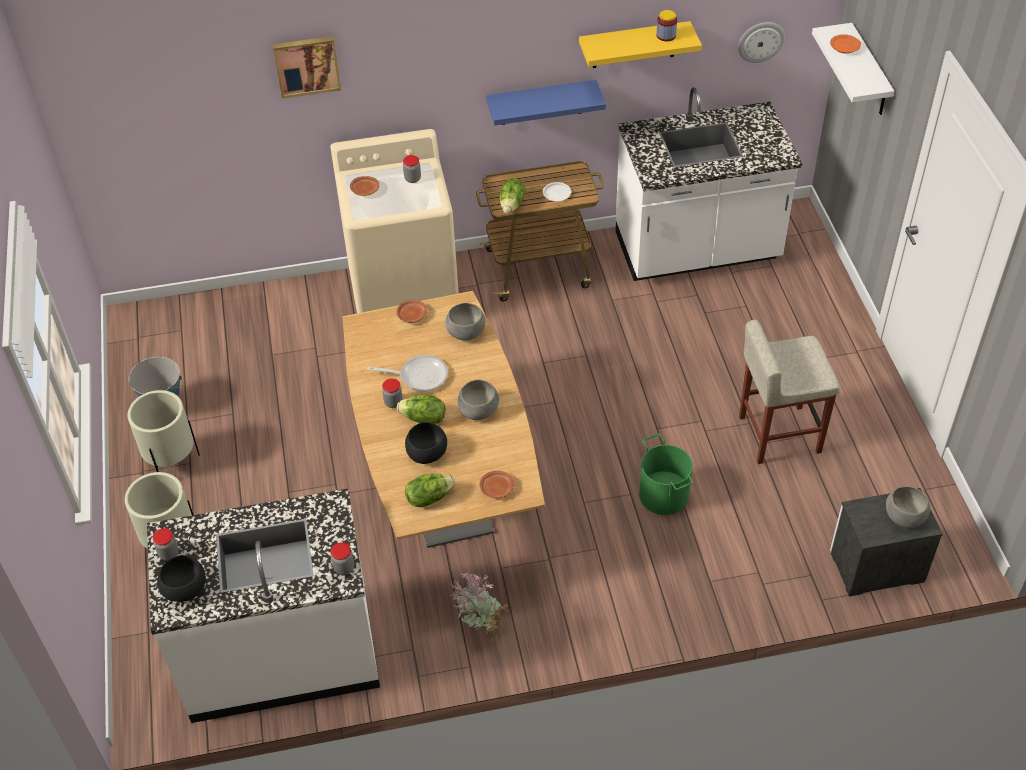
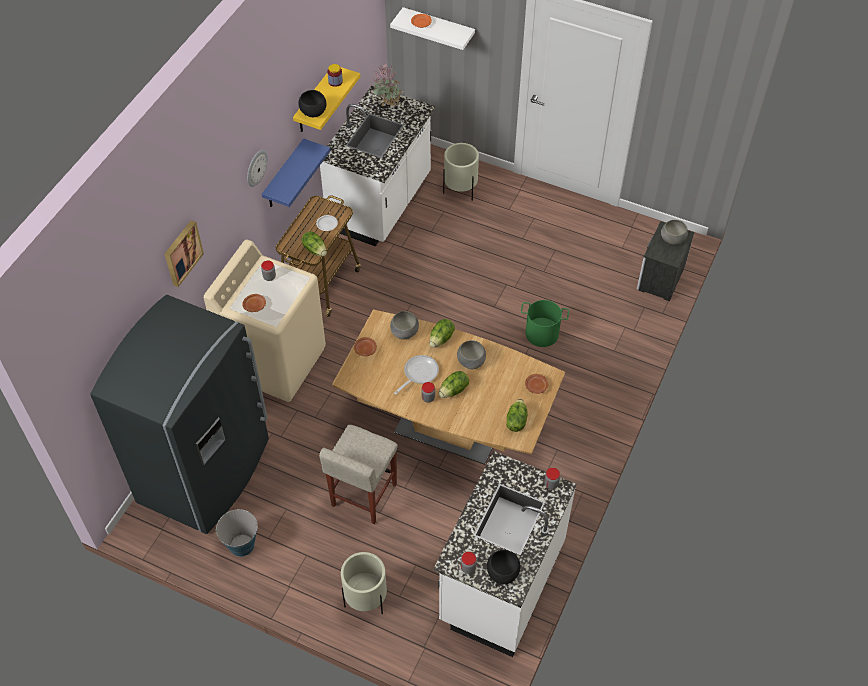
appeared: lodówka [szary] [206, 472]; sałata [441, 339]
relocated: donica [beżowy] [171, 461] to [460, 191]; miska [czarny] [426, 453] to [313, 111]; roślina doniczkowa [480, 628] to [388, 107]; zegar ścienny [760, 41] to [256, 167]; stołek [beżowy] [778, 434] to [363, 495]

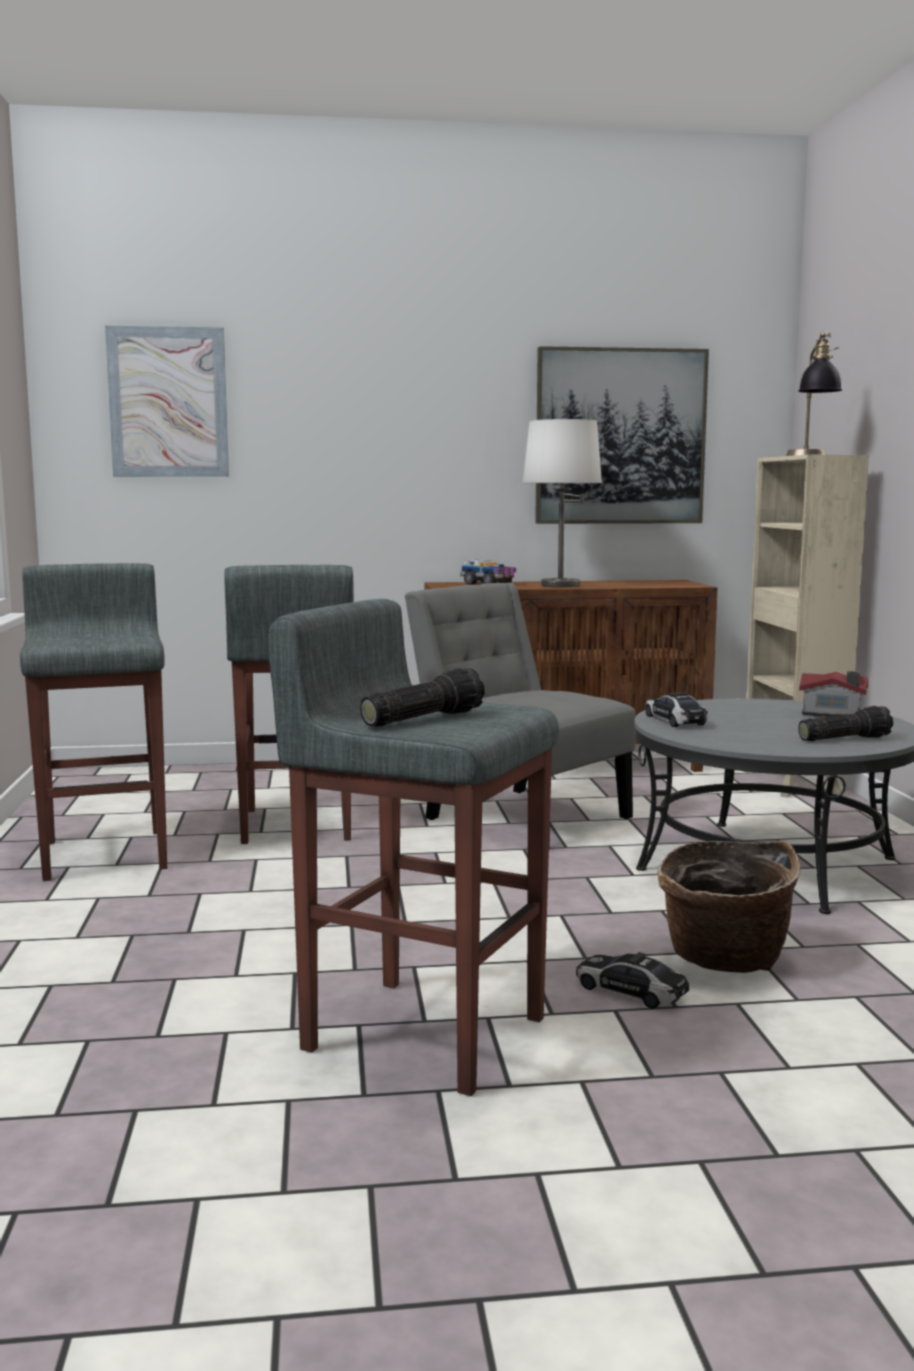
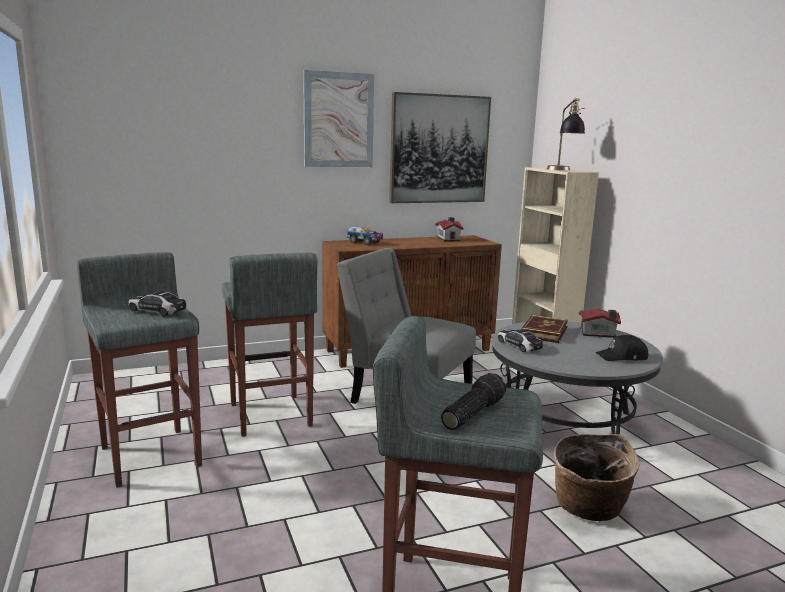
missing: lampa stołowa [biały] [560, 585]
appeared: domek [448, 239]; książka [544, 332]
relocated: obraz [168, 402] to [338, 120]; samochodzik [631, 991] to [157, 311]
exchanged: latarka [843, 738] to czapka z daszkiem [czarny] [622, 357]

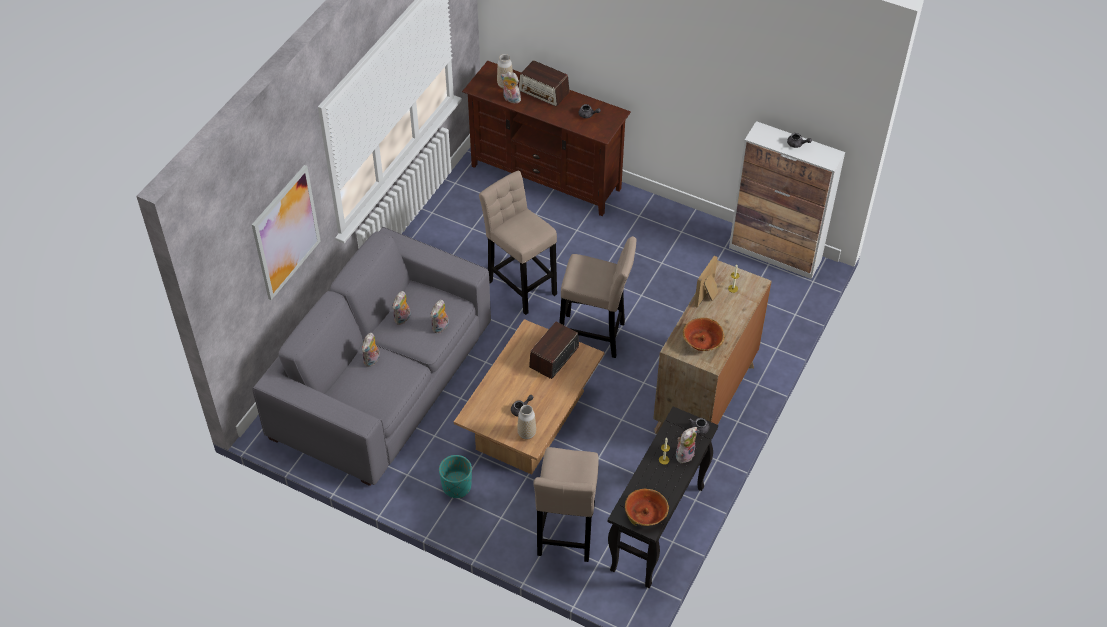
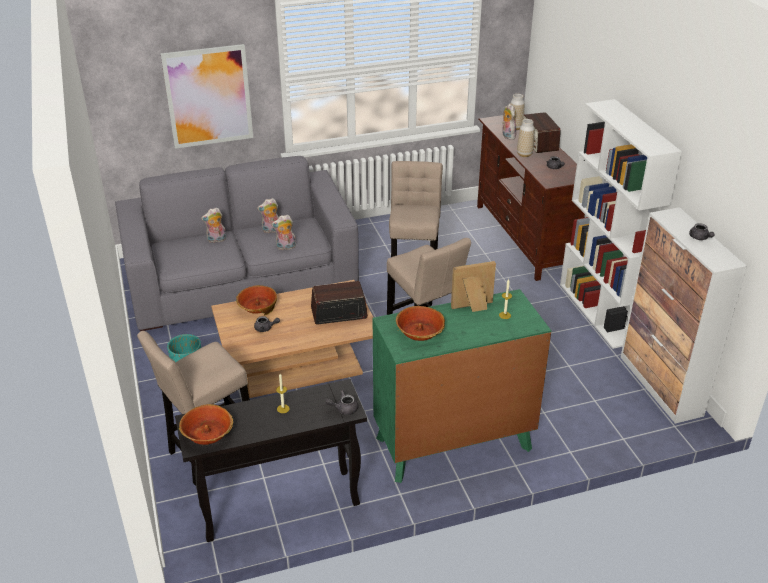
missing: pluszak [684, 454]
appeared: miska [257, 307]; regał [biały] [599, 312]
relocated: wazon [526, 434] to [524, 154]
colour: komoda [brązowy] [705, 398] to komoda [zielony] [453, 443]

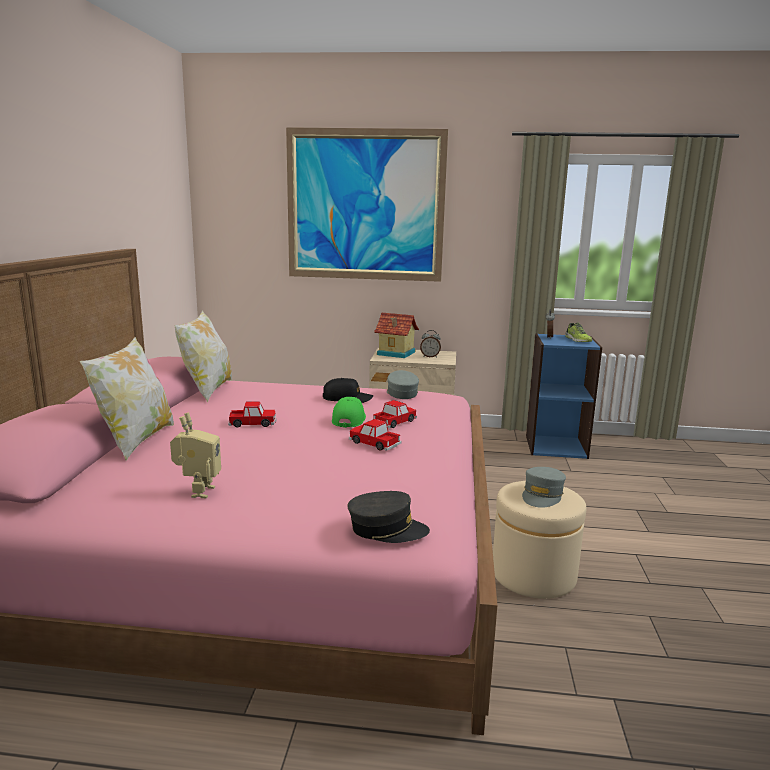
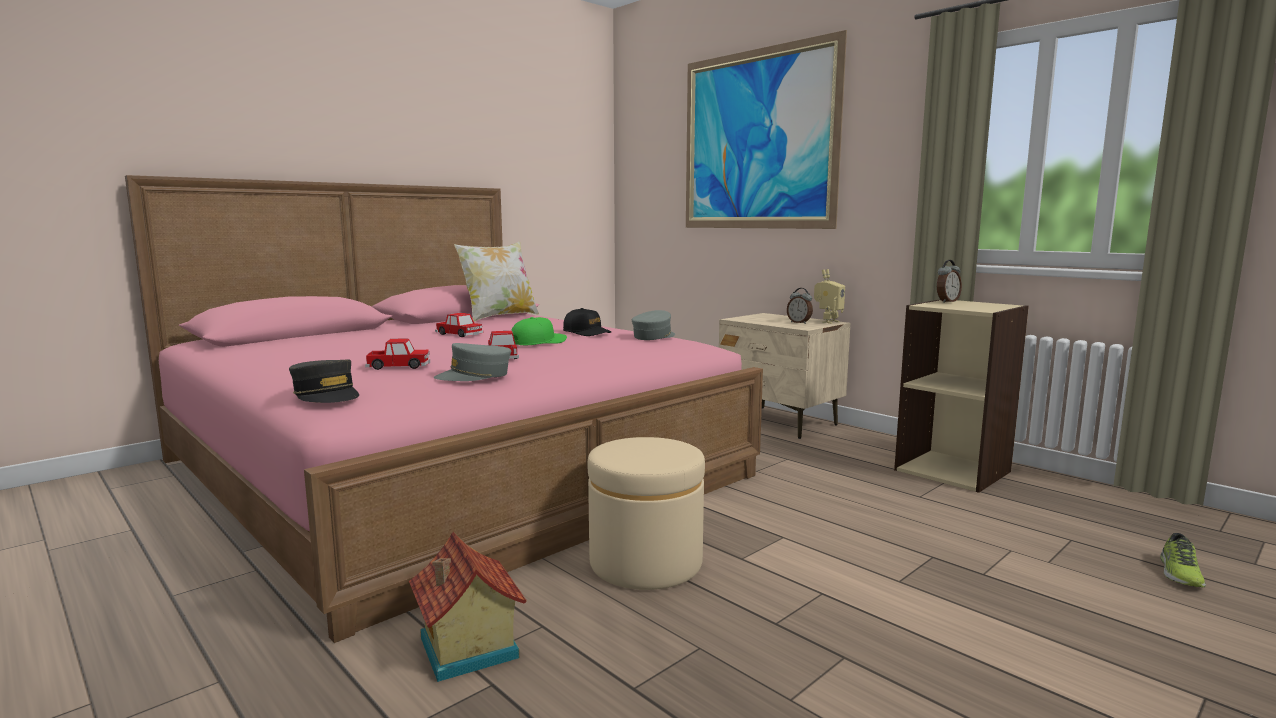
missing: poduszka [136, 441]
relocated: robot zabawkowy [198, 492] to [827, 322]; samochodzik [395, 422] to [399, 366]; domek [396, 353] to [466, 649]; czapka z daszkiem [szary] [542, 495] to [475, 376]; but [577, 340] to [1179, 573]
colour: regał [niebieski] [556, 446] to regał [beżowy] [953, 470]

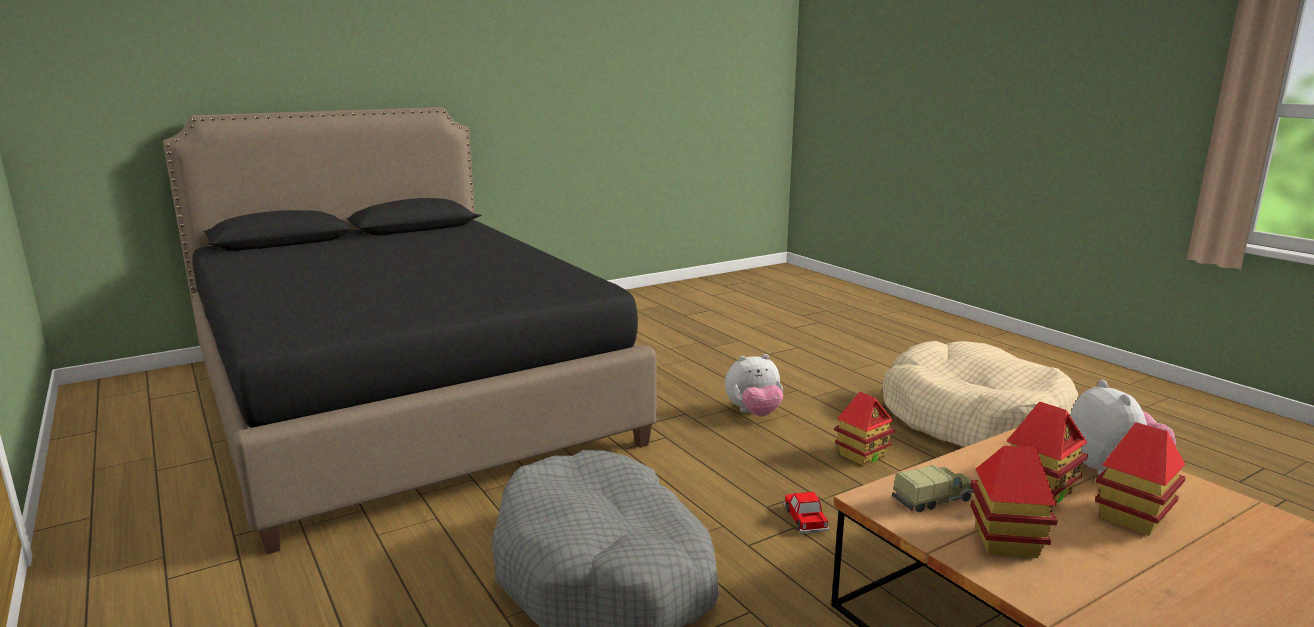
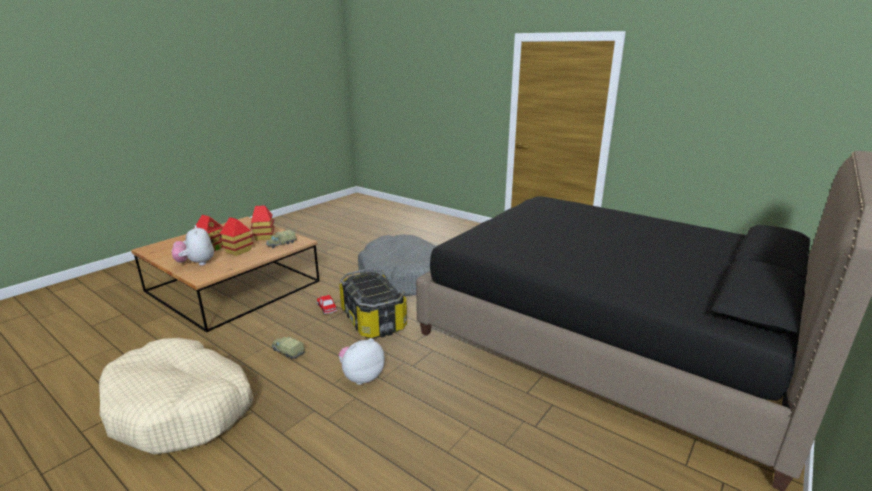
appeared: pojemnik do przechowywania [374, 320]
exchanged: domek [862, 455] to ciężarówka zabawkowa [288, 352]

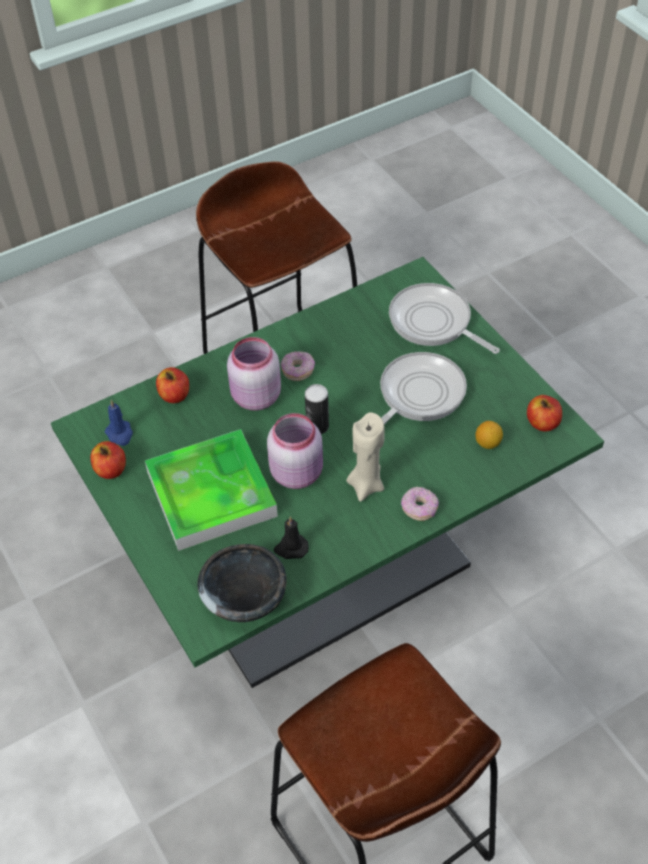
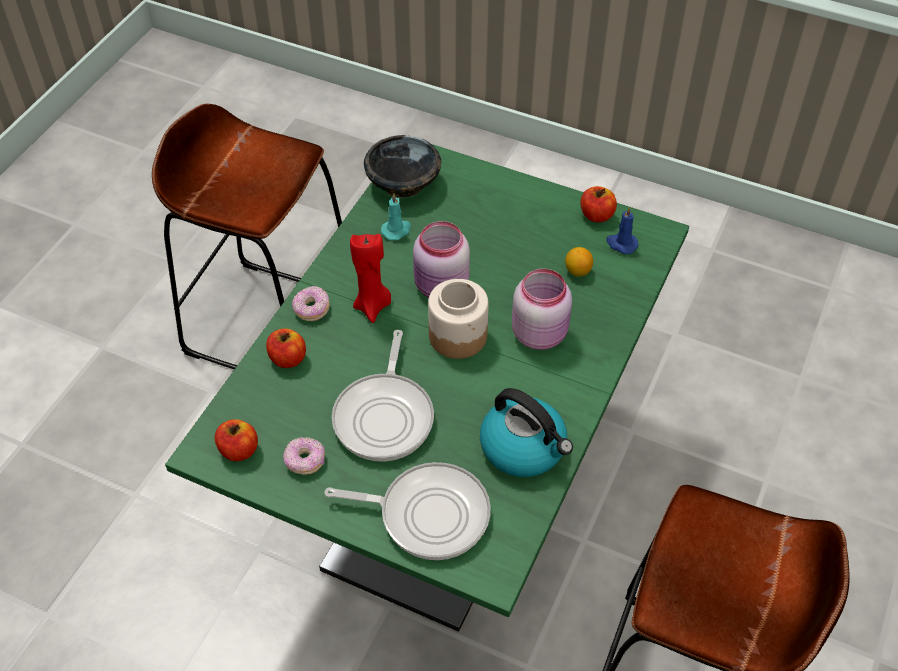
missing: taca [211, 494]
appeared: czajnik [524, 448]
relocated: jabłko [174, 395] to [287, 359]; donut [298, 371] to [305, 461]; cytryna [488, 443] to [577, 271]
exchanged: puszka [317, 426] to słoik [458, 335]
colour: świeca [czarny] [291, 548] to świeca [turkusowy] [397, 230]; świeca [beżowy] [366, 485] to świeca [czerwony] [373, 306]

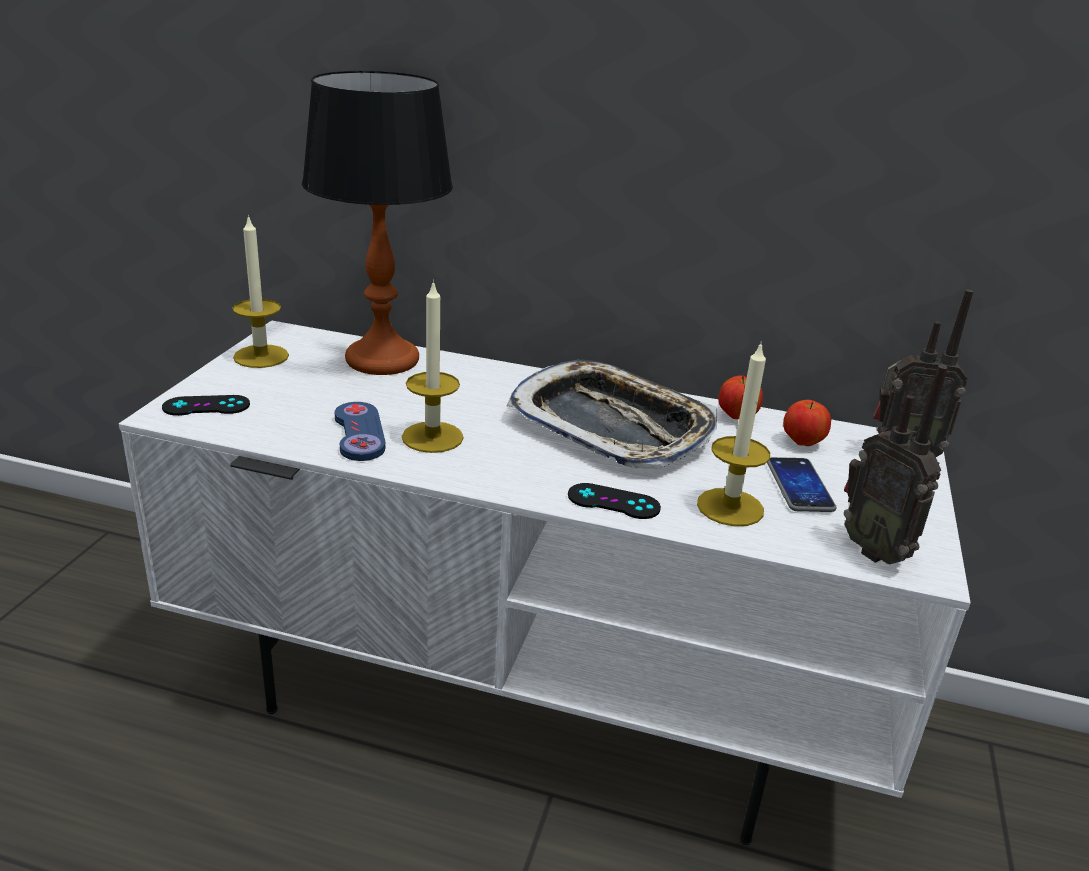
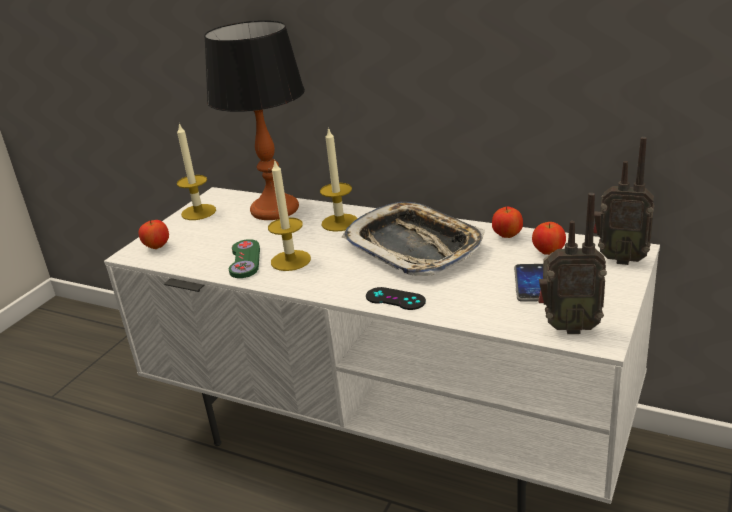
relocated: świeca [730, 507] to [340, 222]
exchanged: pad do gier [czarny] [206, 406] to jabłko [157, 247]
colour: pad do gier [niebieski] [359, 433] to pad do gier [zielony] [245, 260]
spun: radio [876, 550] = [568, 327] 60 degrees counterclockwise

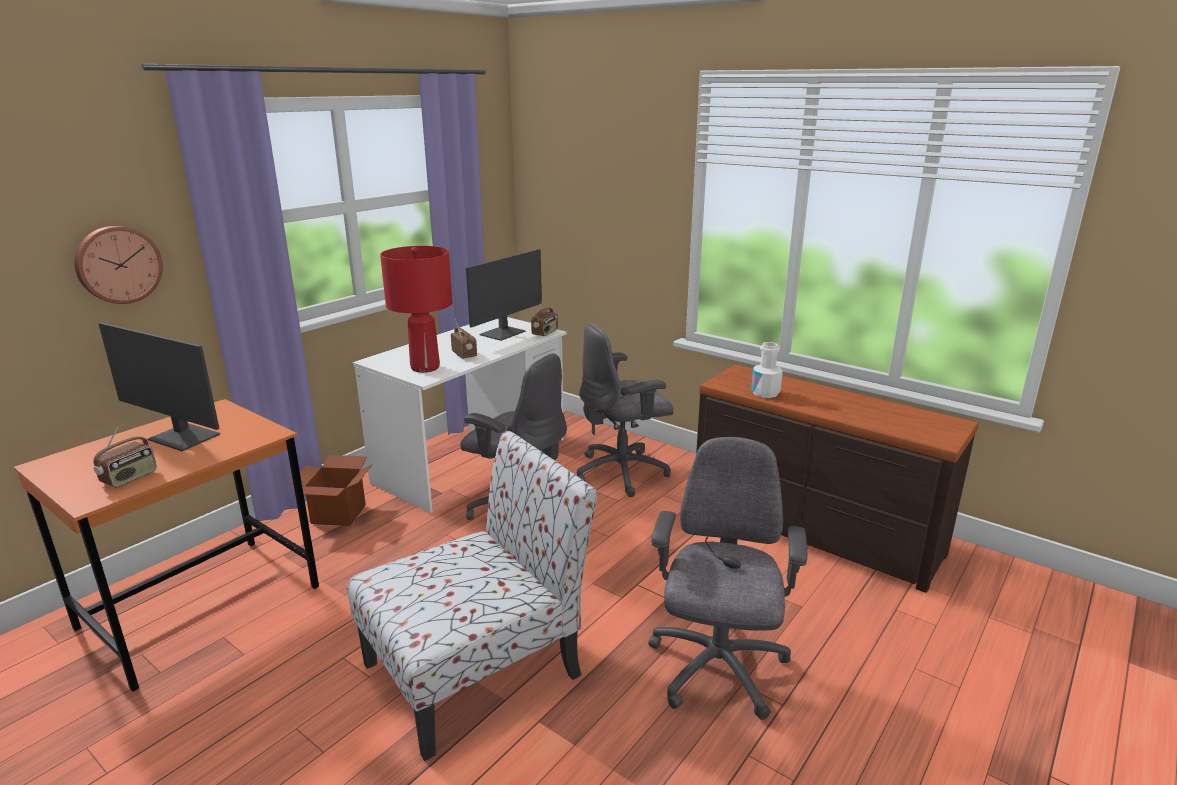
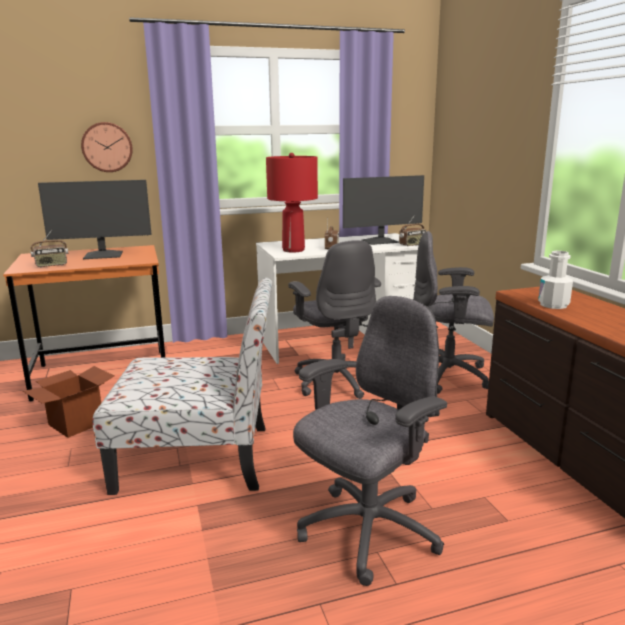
relocated: karton [339, 514] to [76, 423]
spun: monitor [182, 438] = [103, 255] 75 degrees counterclockwise

